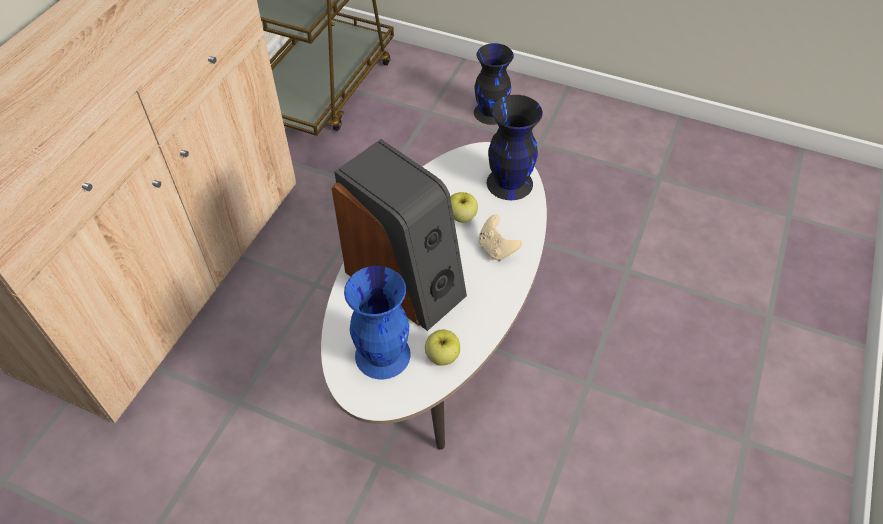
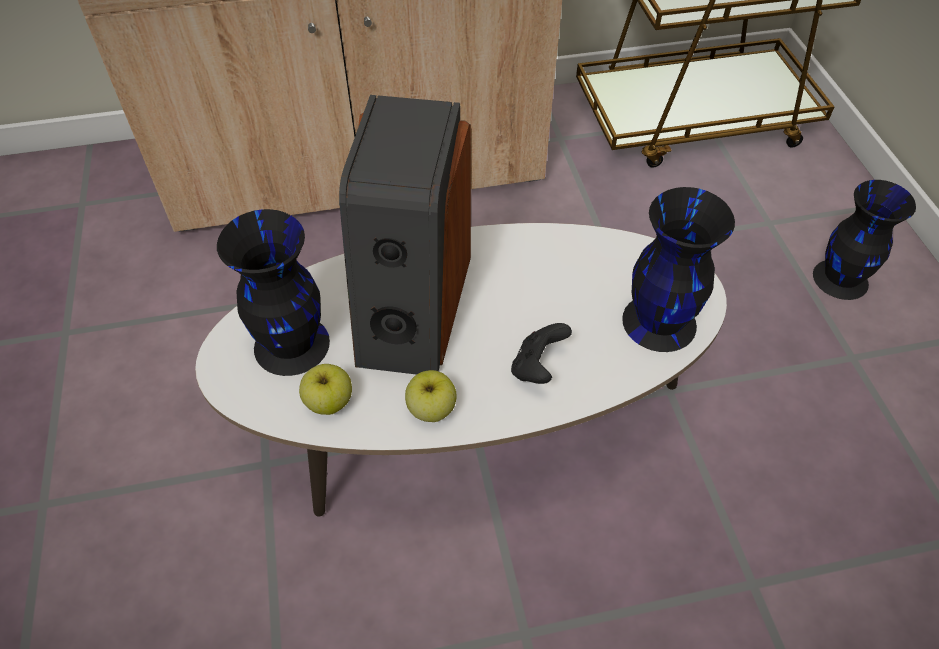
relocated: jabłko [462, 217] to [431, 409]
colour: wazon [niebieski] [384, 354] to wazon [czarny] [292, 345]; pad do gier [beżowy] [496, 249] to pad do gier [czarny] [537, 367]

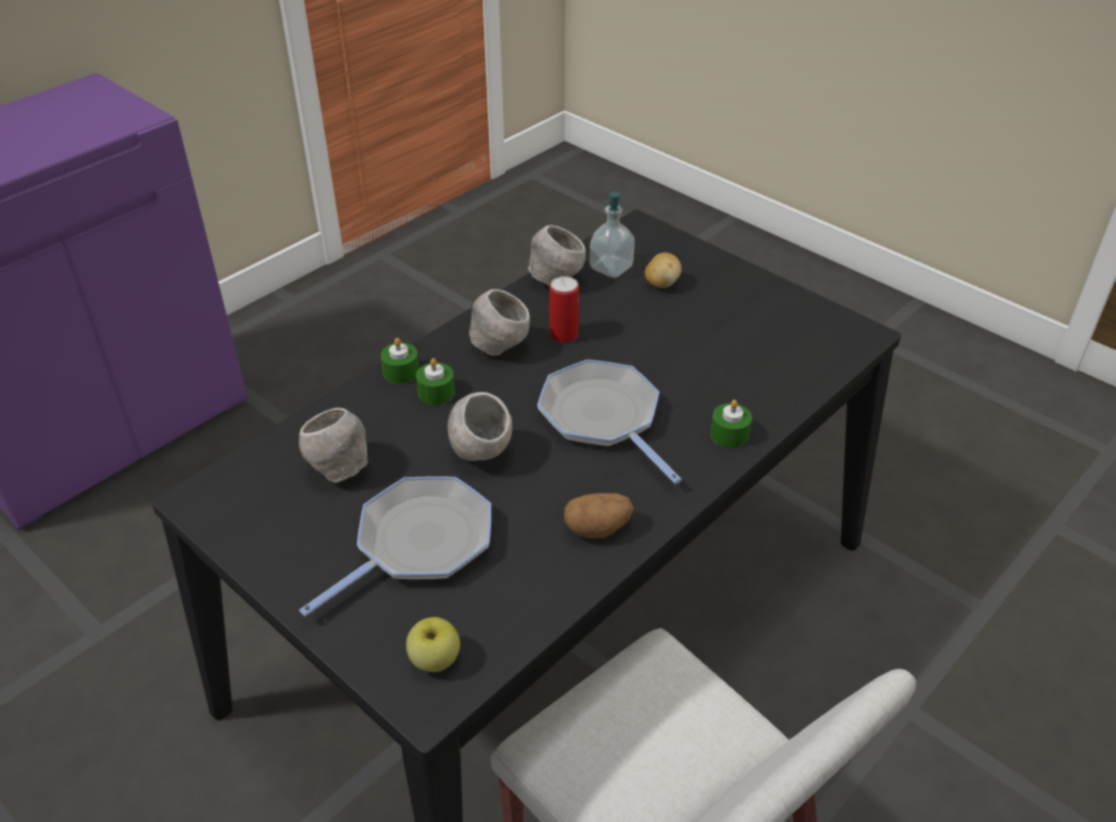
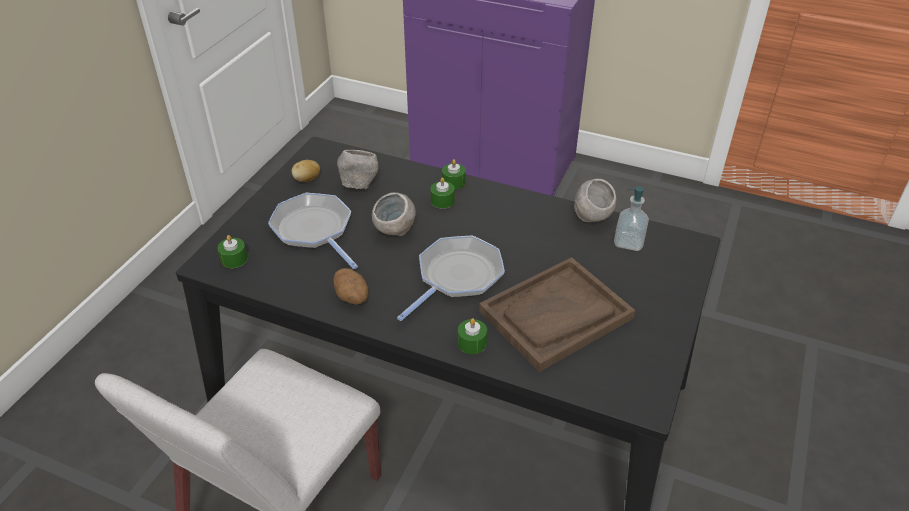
missing: miska [szary] [500, 348]; puszka [564, 334]
appeared: taca [brązowy] [555, 315]
relocated: ziemniak [662, 283] to [307, 180]
exchanged: jabłko [434, 660] to świeca [zielony] [234, 259]
spun: patelnia [418, 543] = [314, 230] 150 degrees counterclockwise

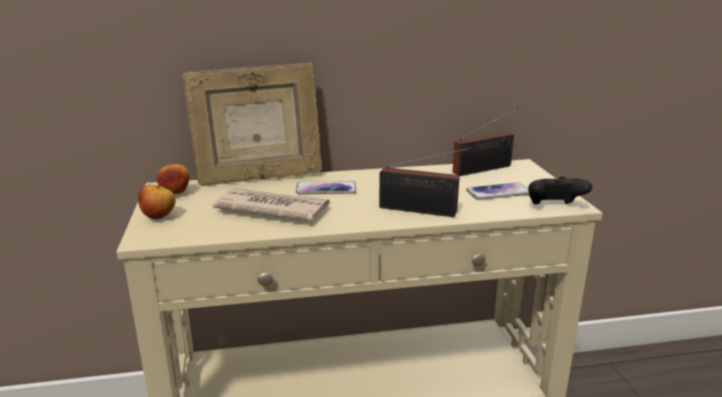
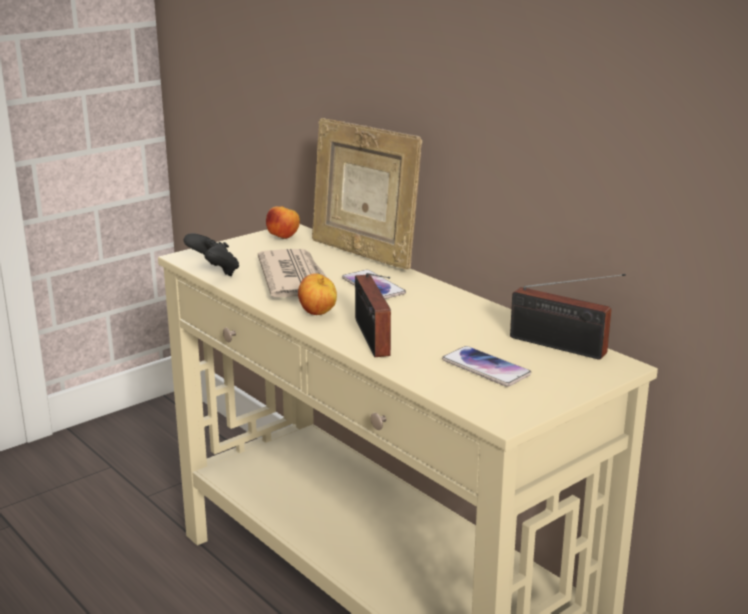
relocated: jabłko [159, 217] to [318, 314]; pad do gier [czarny] [553, 207] to [214, 272]

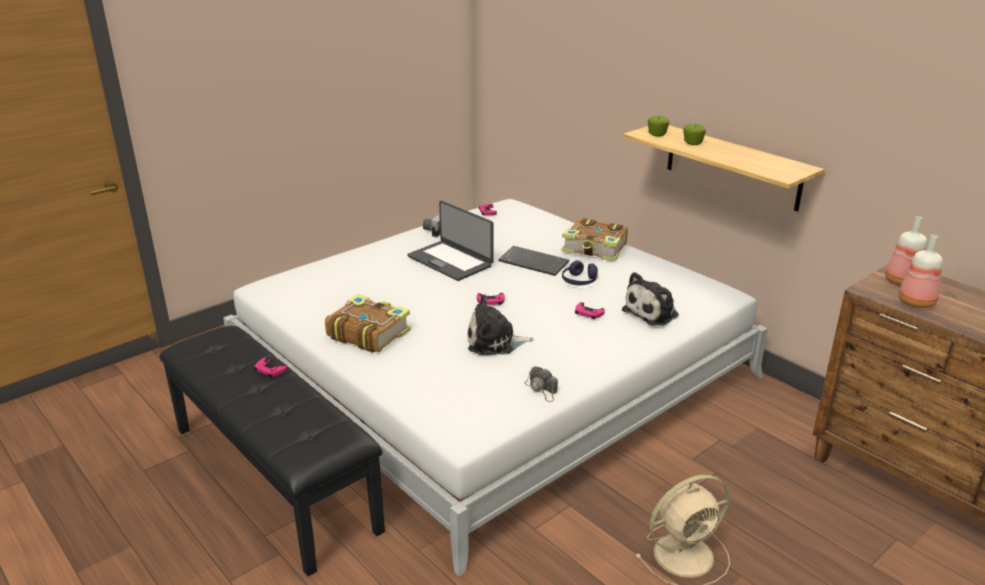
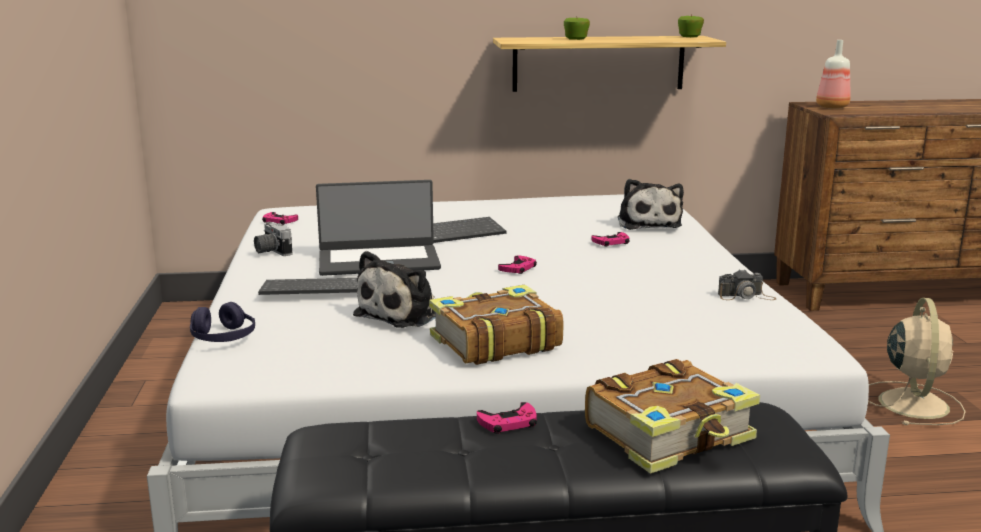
missing: butelka [915, 302]
appeared: klawiatura [314, 290]
relocated: pluszak [494, 342] to [403, 314]; książka [595, 249] to [671, 434]; słuchawki [fioletowy] [579, 281] to [223, 337]; jabłko [657, 135] to [689, 37]

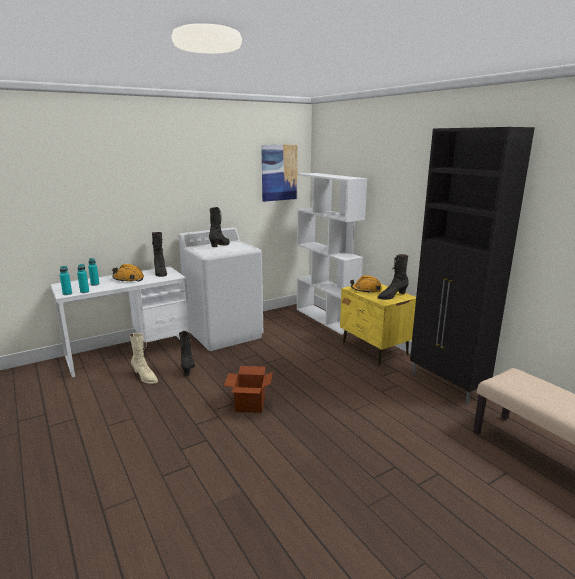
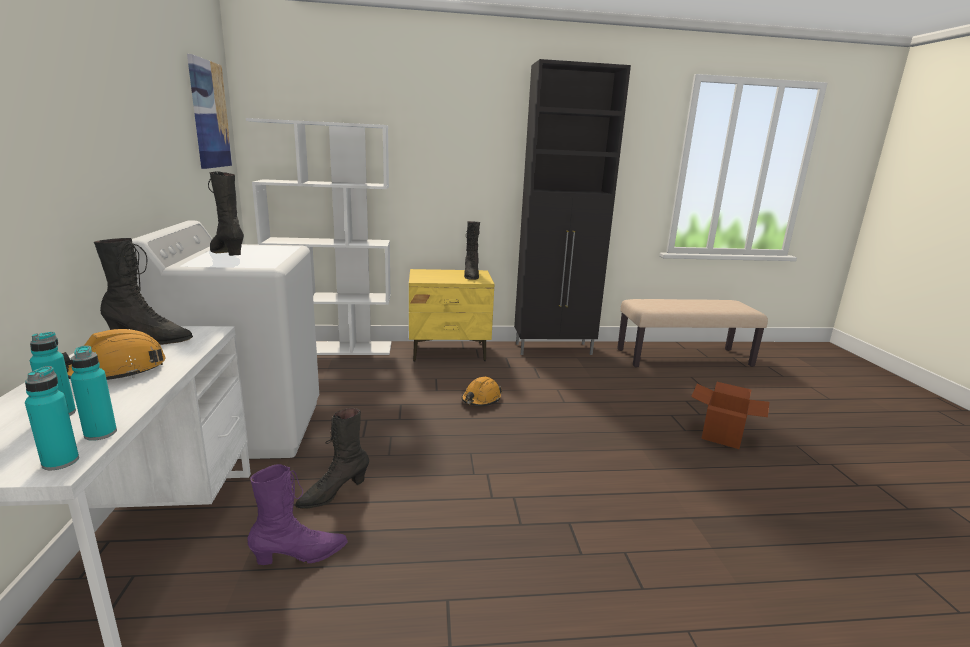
relocated: karton [250, 405] to [722, 435]; kask [pomarańczowy] [366, 290] to [481, 399]
colour: but z cholewką [beżowy] [145, 377] to but z cholewką [fioletowy] [300, 556]
spun: but z cholewką [czarny] [188, 369] = [333, 493] 60 degrees counterclockwise

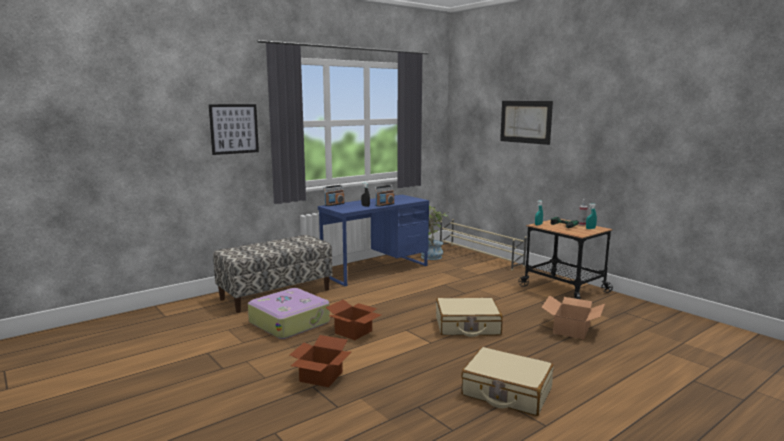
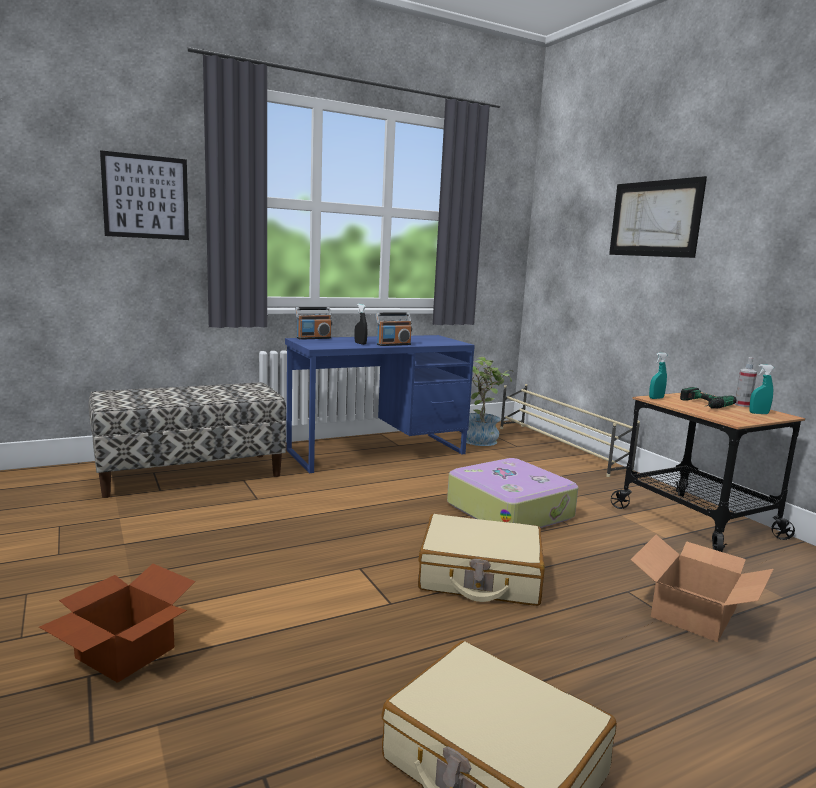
missing: karton [354, 332]
relocated: walizka [290, 322] to [510, 510]

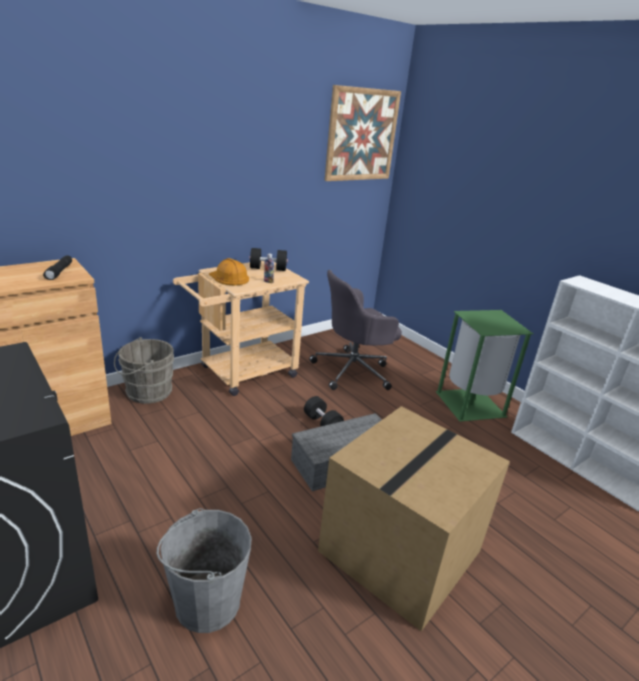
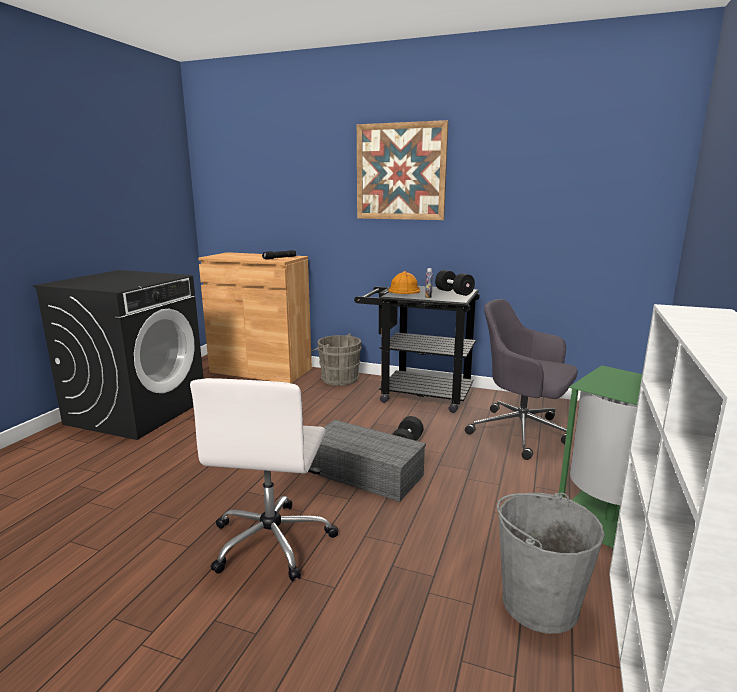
relocated: wiadro [szary] [207, 602] to [539, 602]; obraz [362, 135] to [400, 172]
exchanged: karton [401, 553] to krzesło biurowe [biały] [273, 540]
colour: wózek [beżowy] [241, 373] to wózek [czarny] [417, 394]

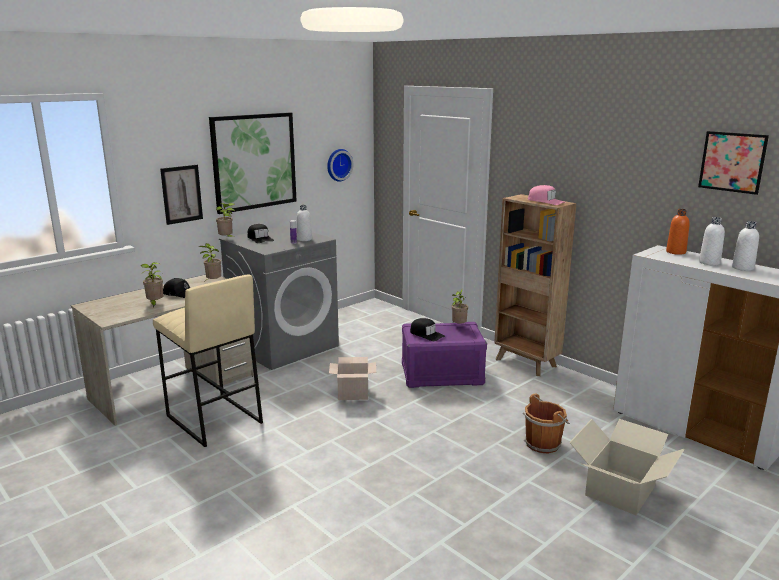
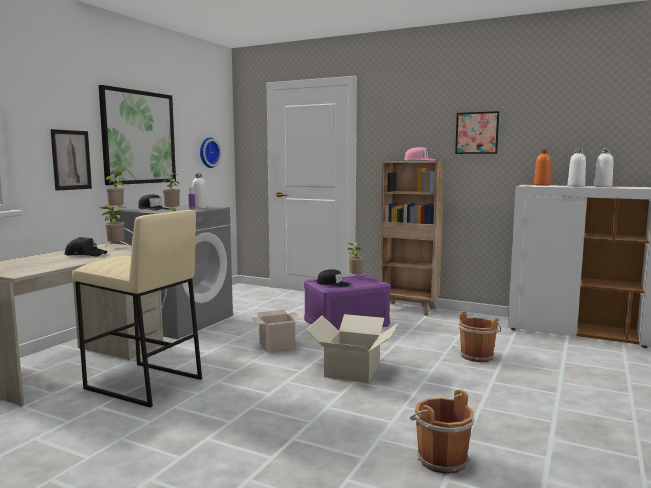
appeared: wiadro [brązowy] [440, 459]
relocated: roślina doniczkowa [155, 304] to [172, 212]; karton [621, 490] to [353, 370]; obraz [732, 162] to [477, 133]

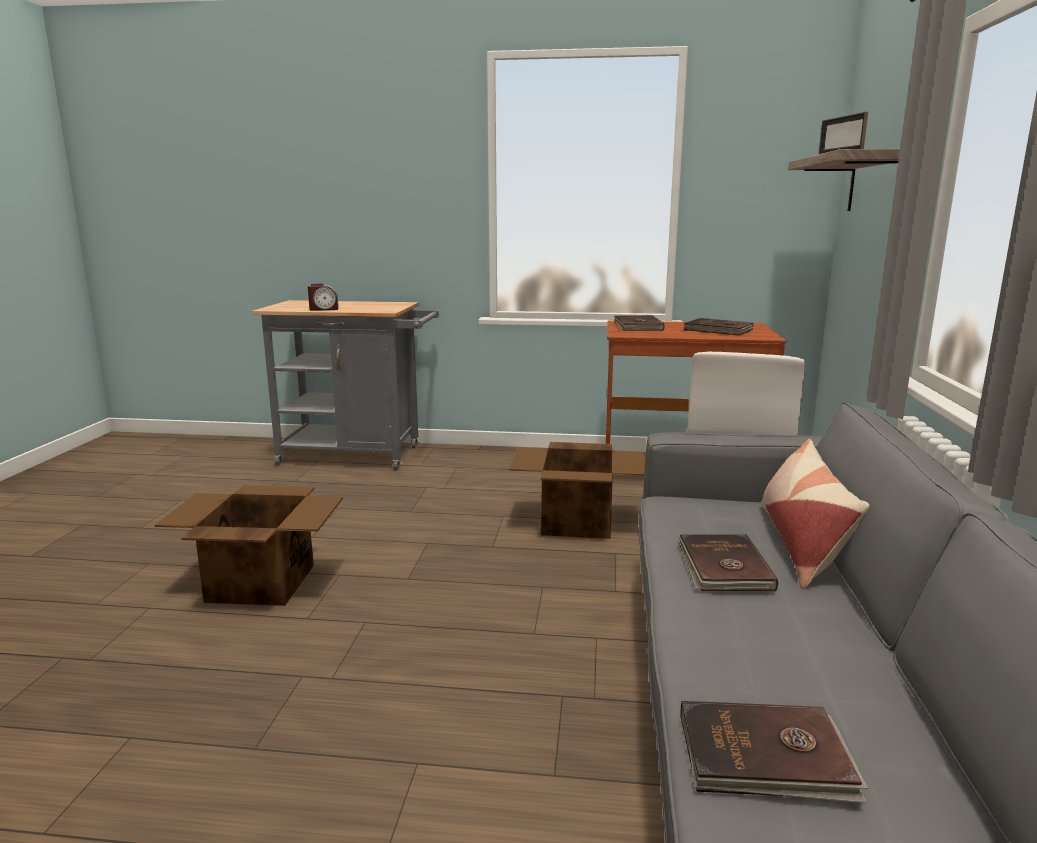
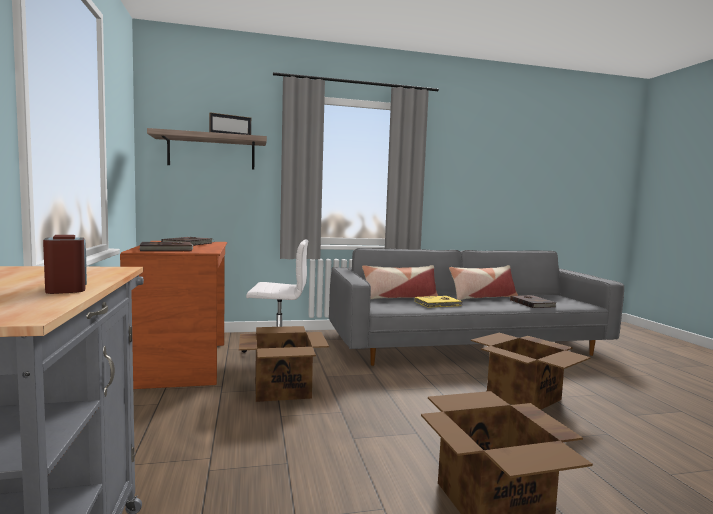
appeared: poduszka [483, 298]; karton [524, 397]
colour: książka [brązowy] [723, 567] to książka [żółty] [438, 304]

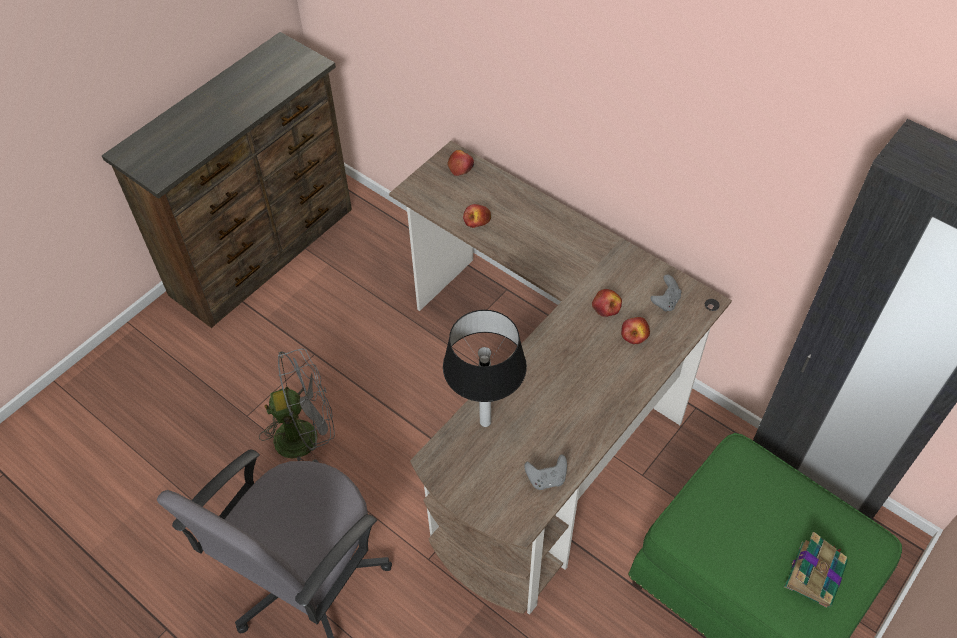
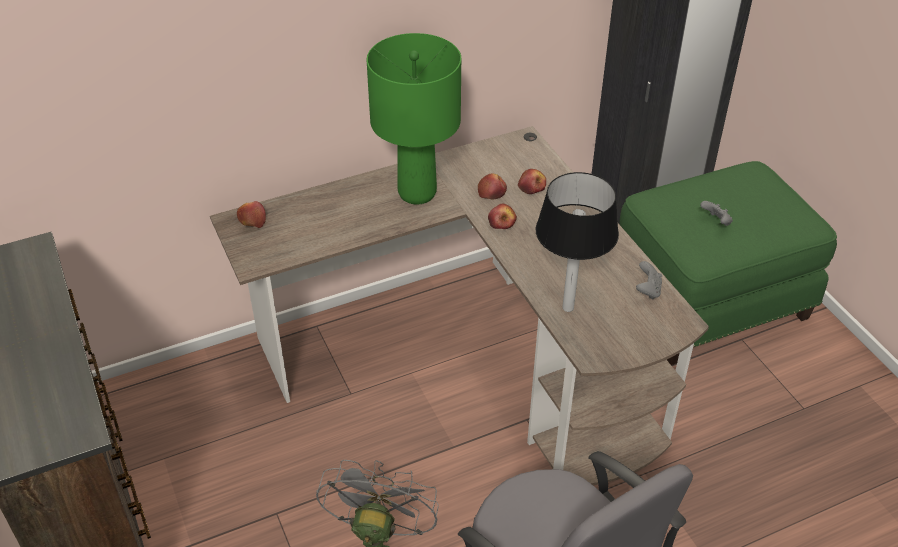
missing: książka [815, 573]
appeared: lampa stołowa [zielony] [416, 193]
relocated: jabłko [477, 221] to [501, 222]; pad do gier [szary] [665, 301] to [716, 222]

